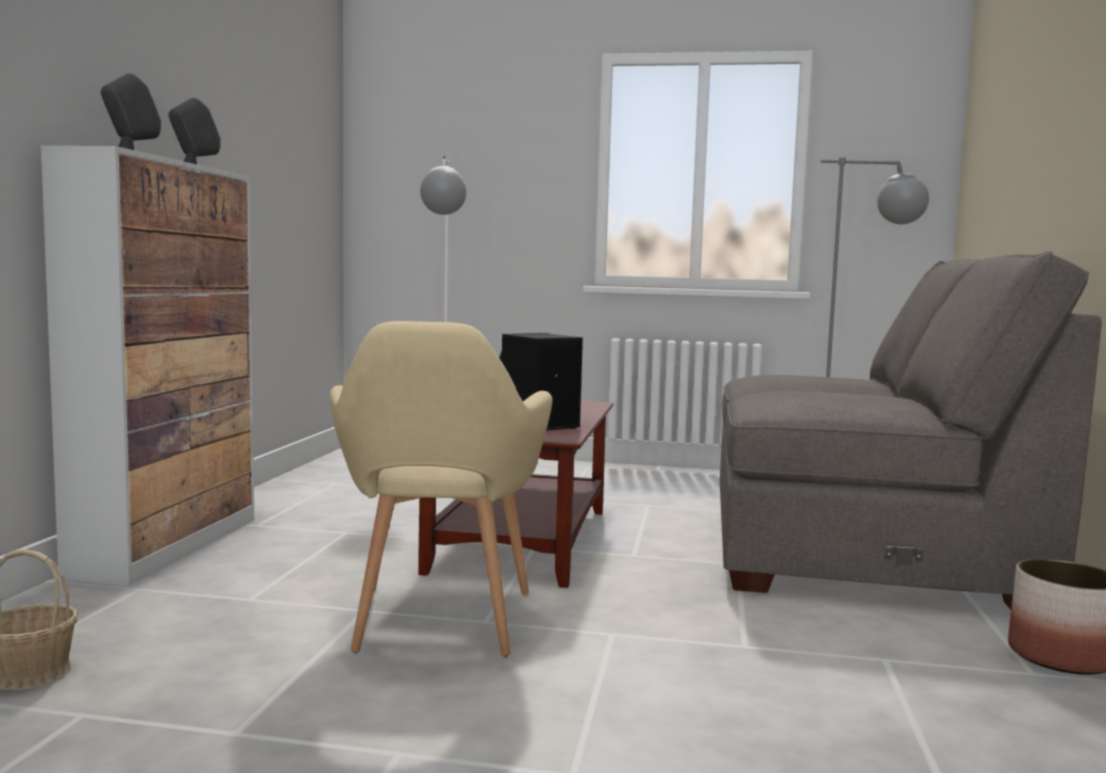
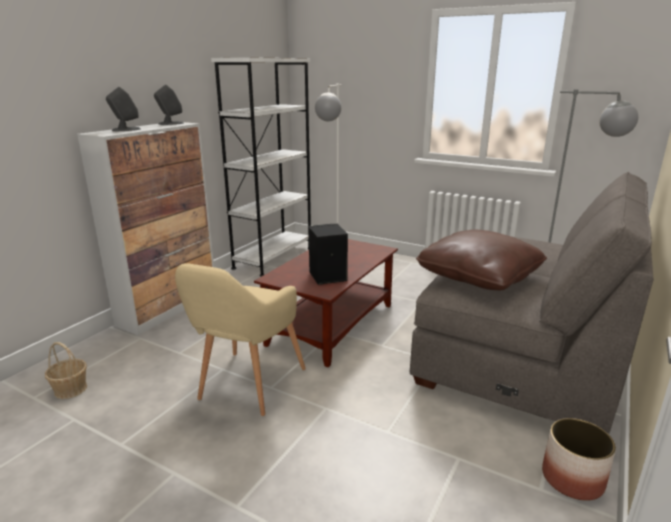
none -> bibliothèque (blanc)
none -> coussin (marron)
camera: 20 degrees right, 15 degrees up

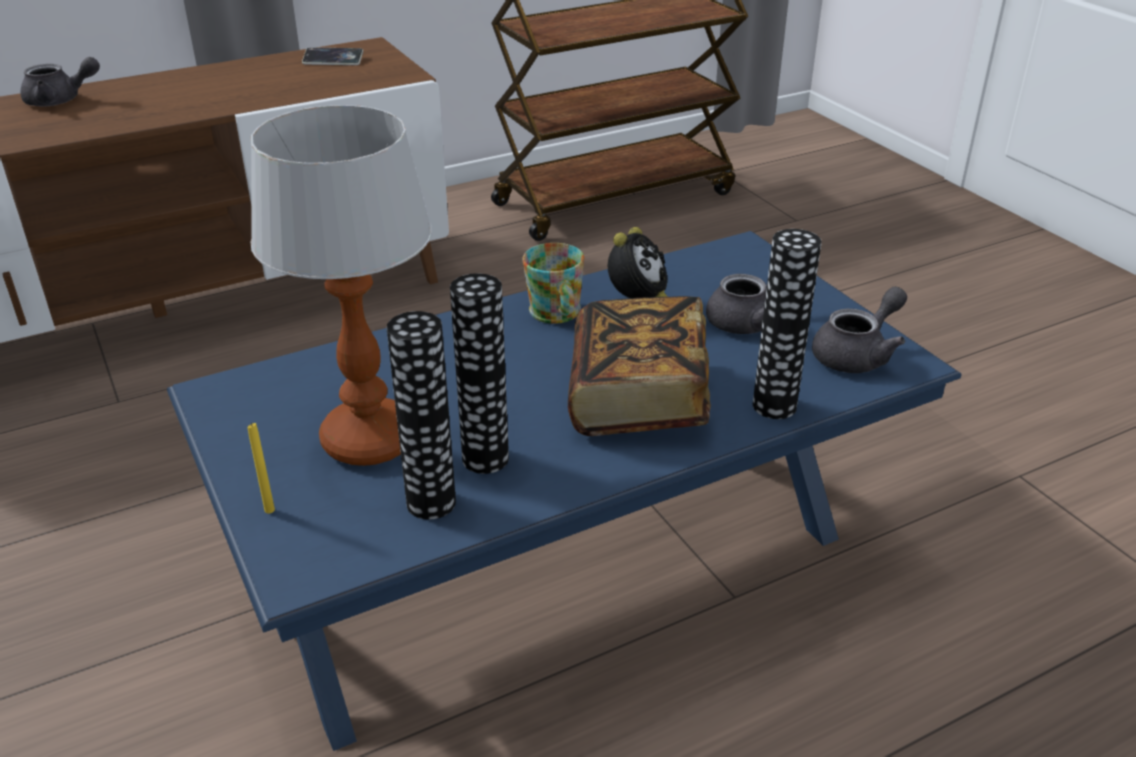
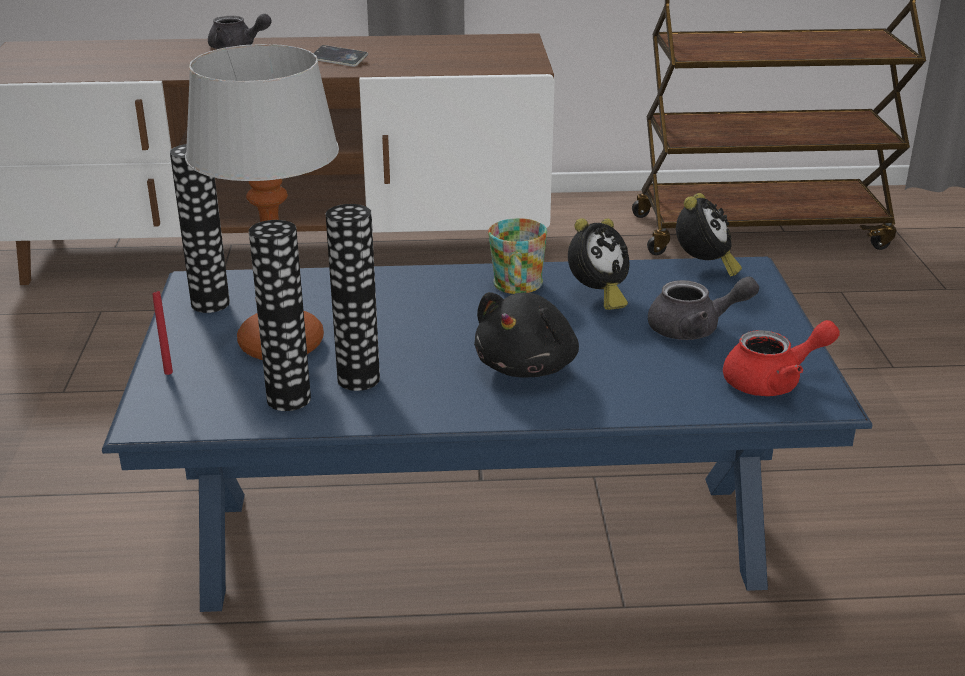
téléphone, shifted
vase (no. 3 from left in the first image) -> vase (no. 1 from left), shifted
théière (gris) (no. 3 from left) -> théière (rouge)
livre -> peluche (noir)
bougie (jaune) -> bougie (rouge)
none -> réveil (no. 2 from left)
camera: 25 degrees right, 5 degrees down

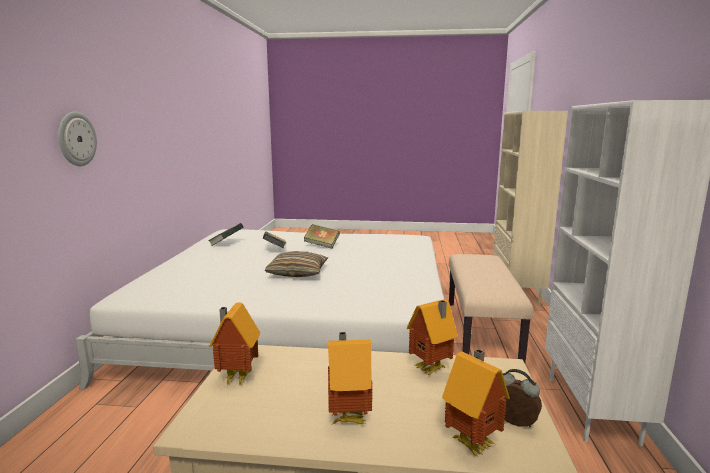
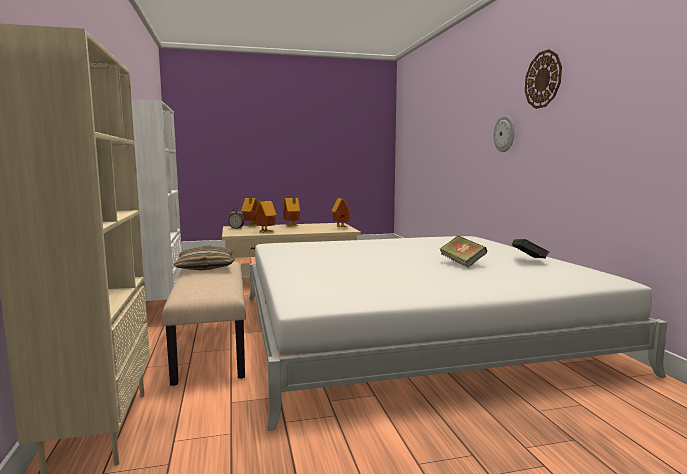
livre (no. 3 from left) -> none
coussin, shifted
none -> horloge murale (no. 2 from left)
camera: 160 degrees right, 5 degrees down

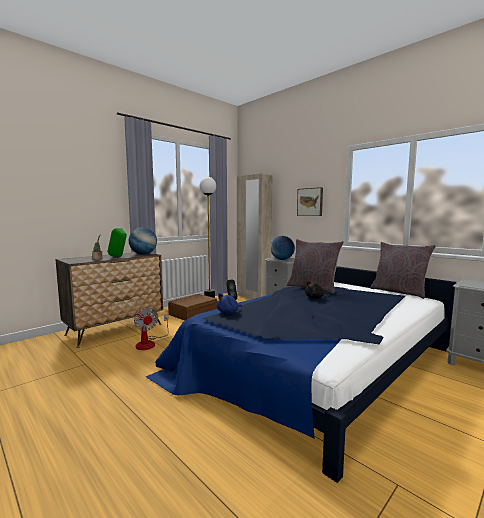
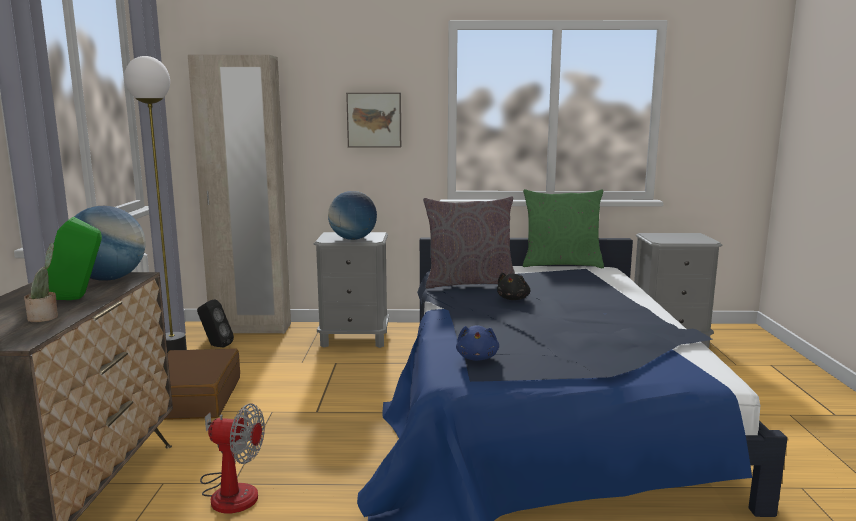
coussin (gris) (no. 2 from left) -> coussin (vert)
camera: 45 degrees left, 5 degrees up

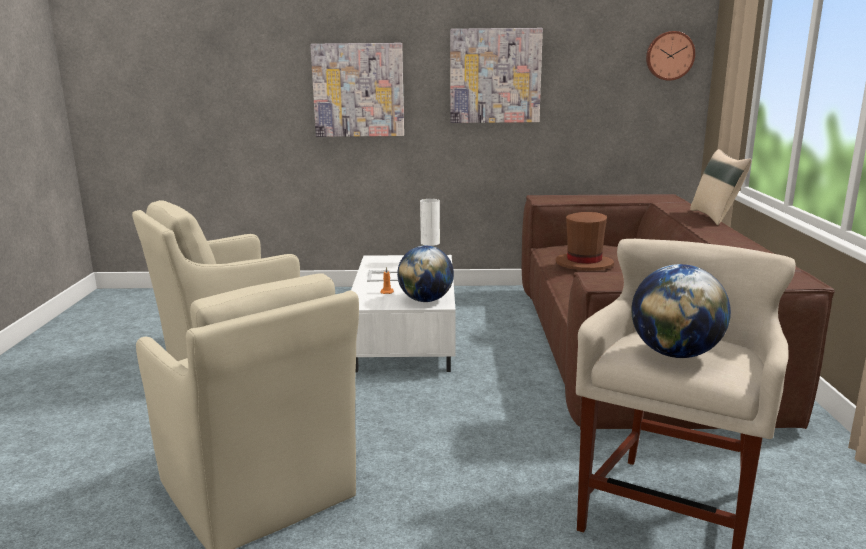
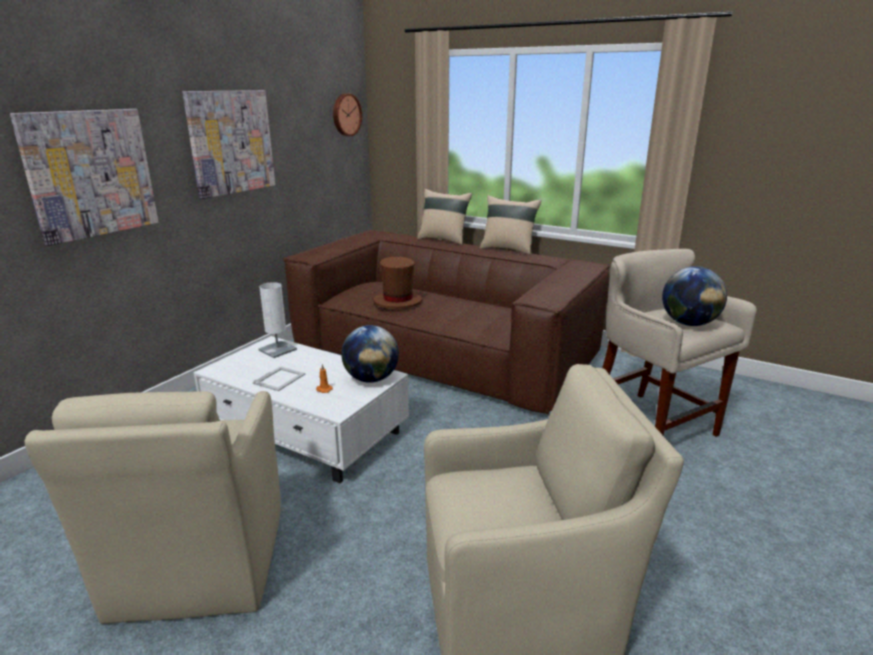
none -> coussin (beige) (no. 2 from left)
camera: 60 degrees left, 5 degrees up

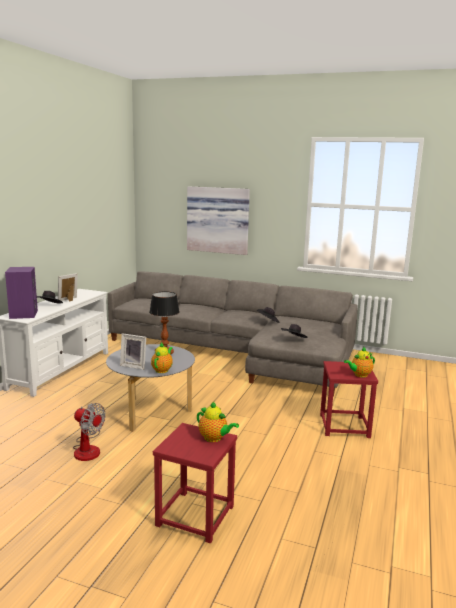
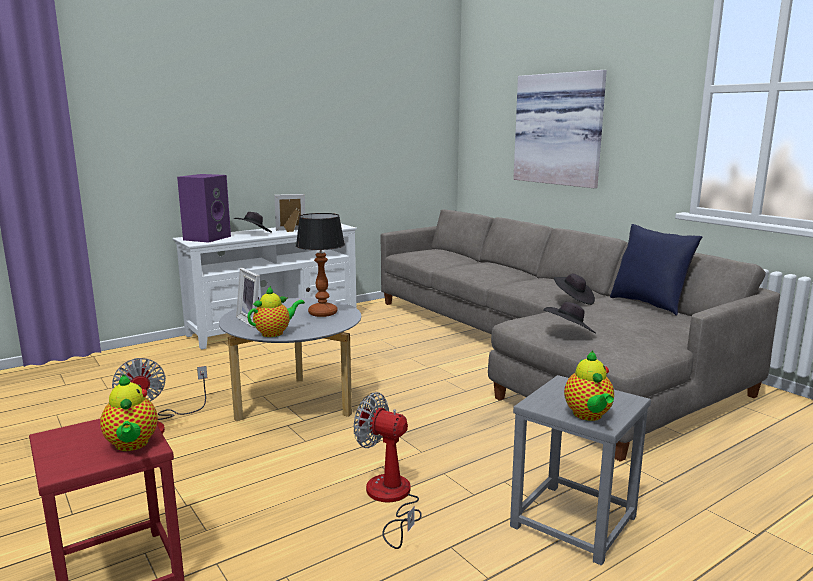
théière (no. 3 from left), 105 degrees counterclockwise
tabouret (rouge) (no. 2 from left) -> tabouret (gris)
none -> coussin (bleu)
none -> ventilateur (no. 2 from left)
camera: 35 degrees right, 0 degrees up

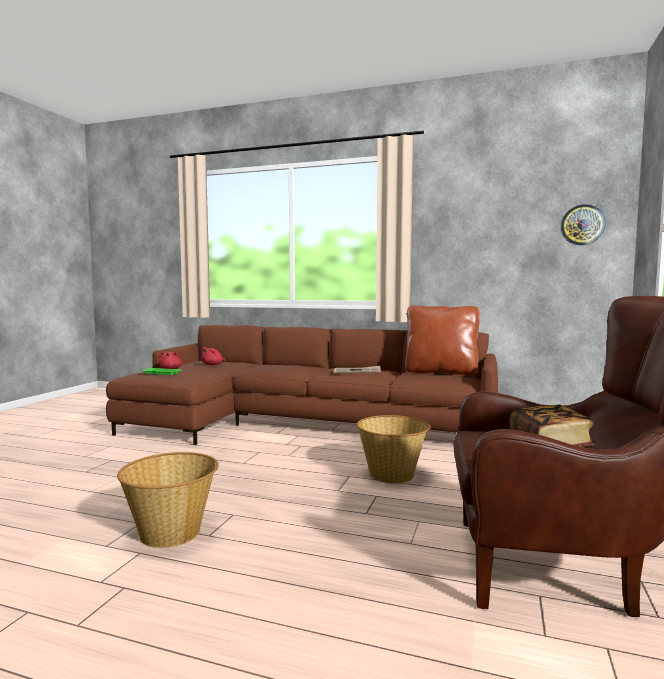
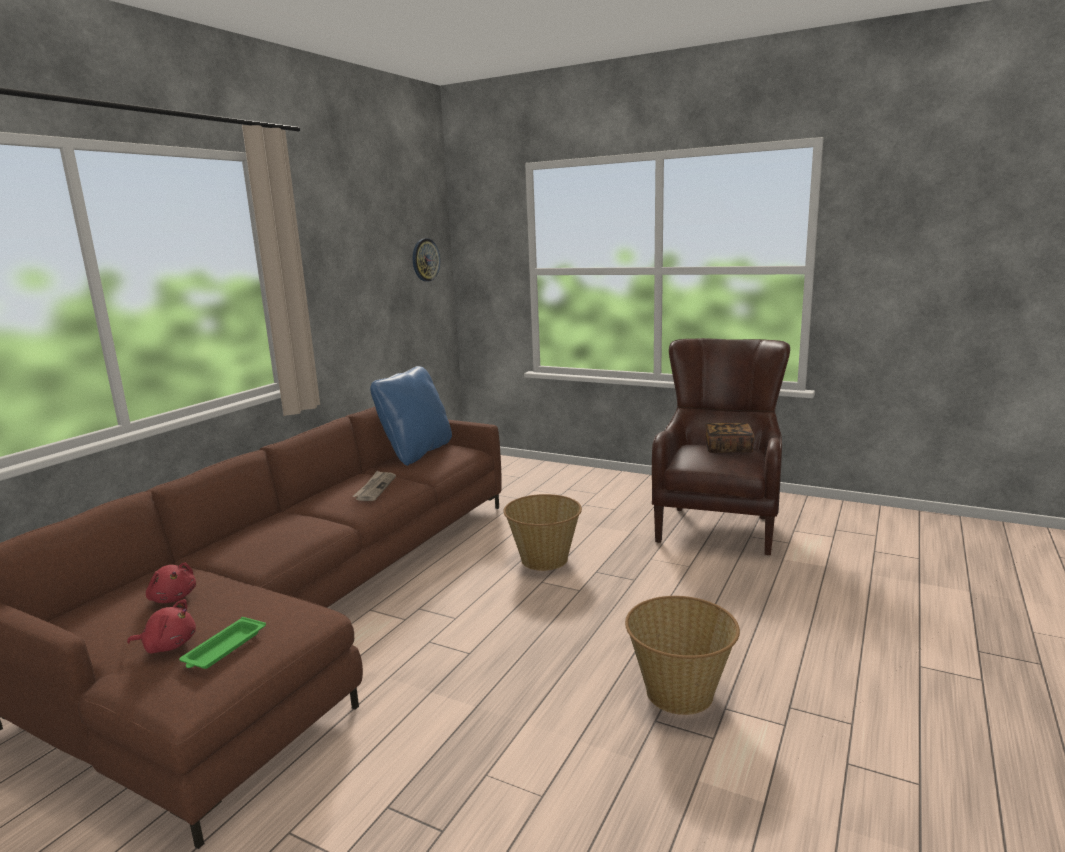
coussin (marron) -> coussin (bleu)
camera: 80 degrees left, 10 degrees up

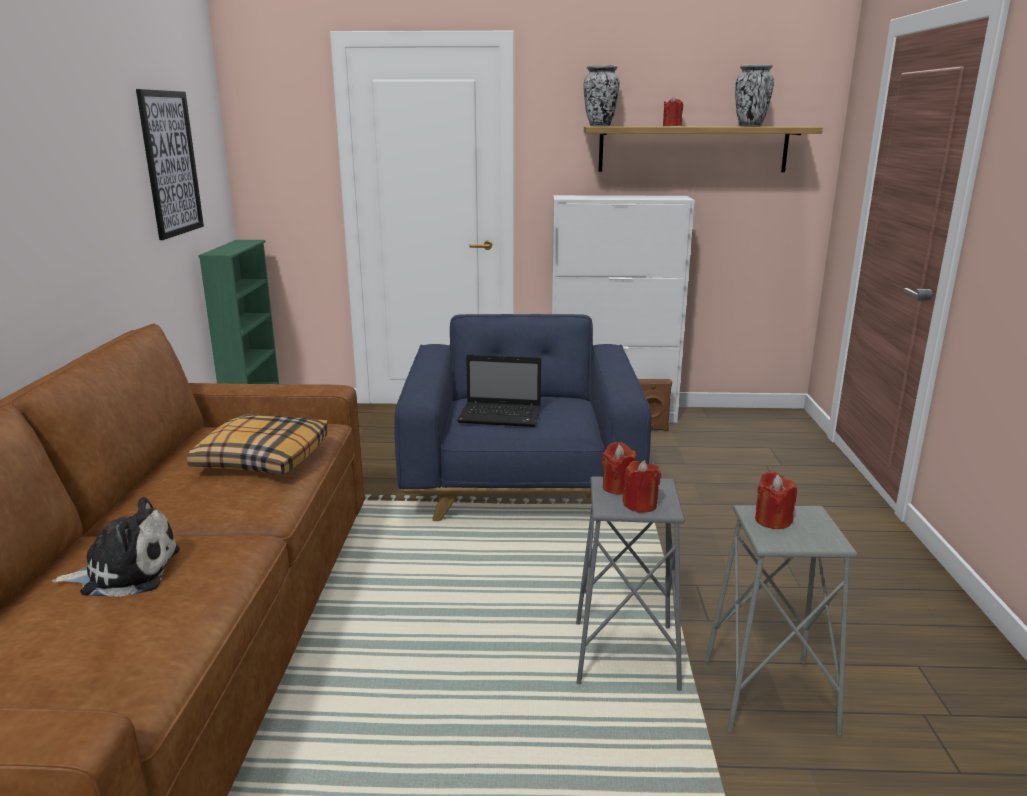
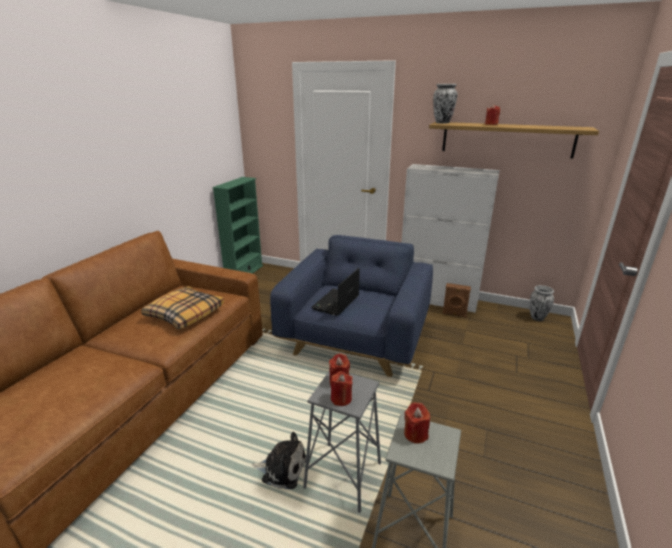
vase (no. 2 from left), shifted
tableau -> none
ordinateur portable, 90 degrees clockwise
peluche, shifted
camera: 20 degrees right, 5 degrees up

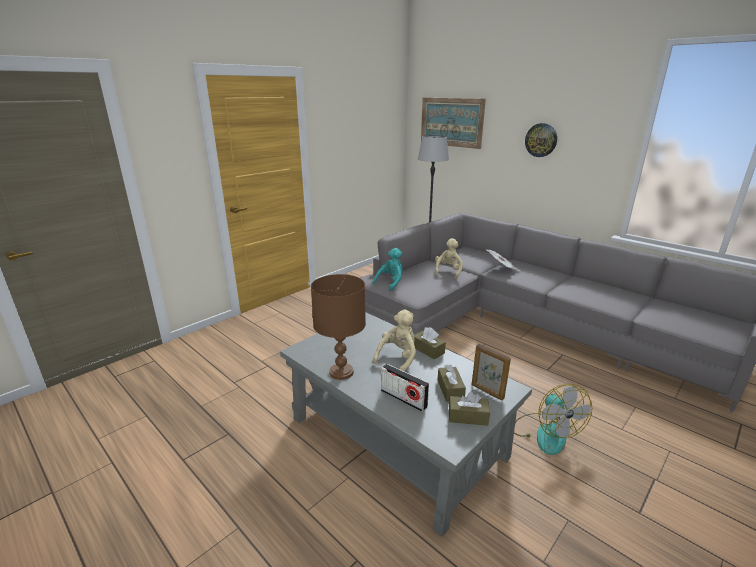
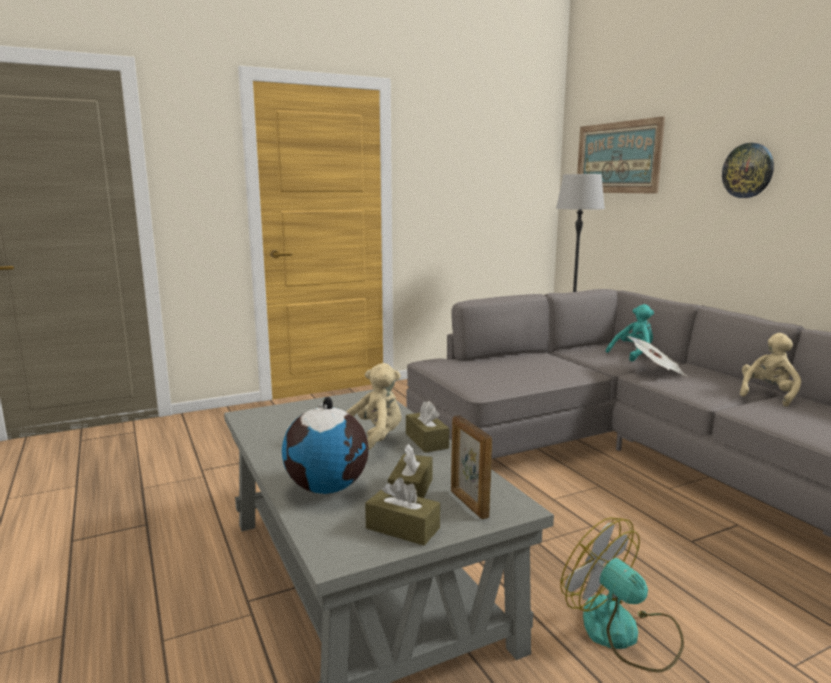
peluche (beige) (no. 2 from left), shifted
peluche (turquoise), shifted
lampe de table (marron) -> none
radio -> globe
ventilateur, 135 degrees clockwise
camera: 20 degrees right, 10 degrees down

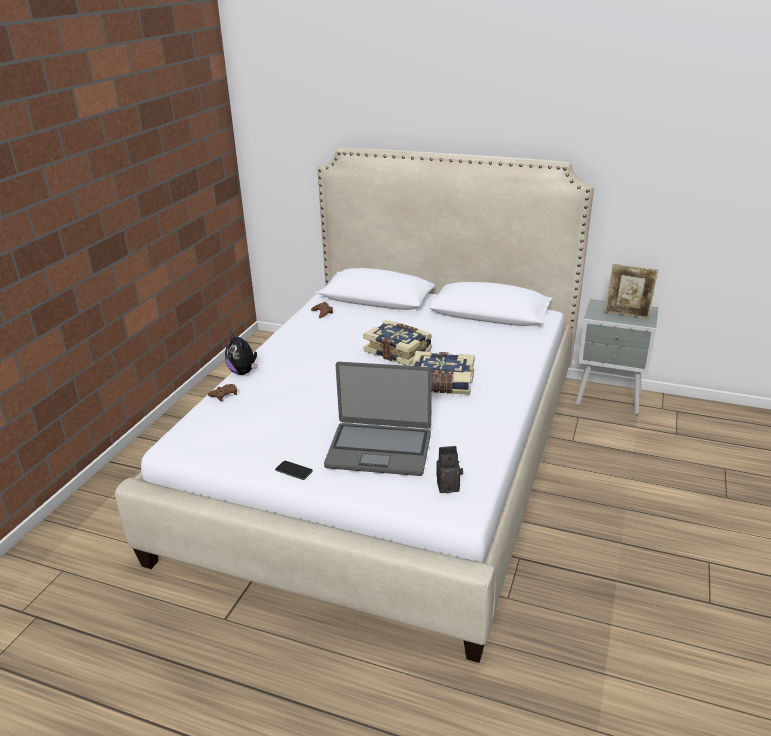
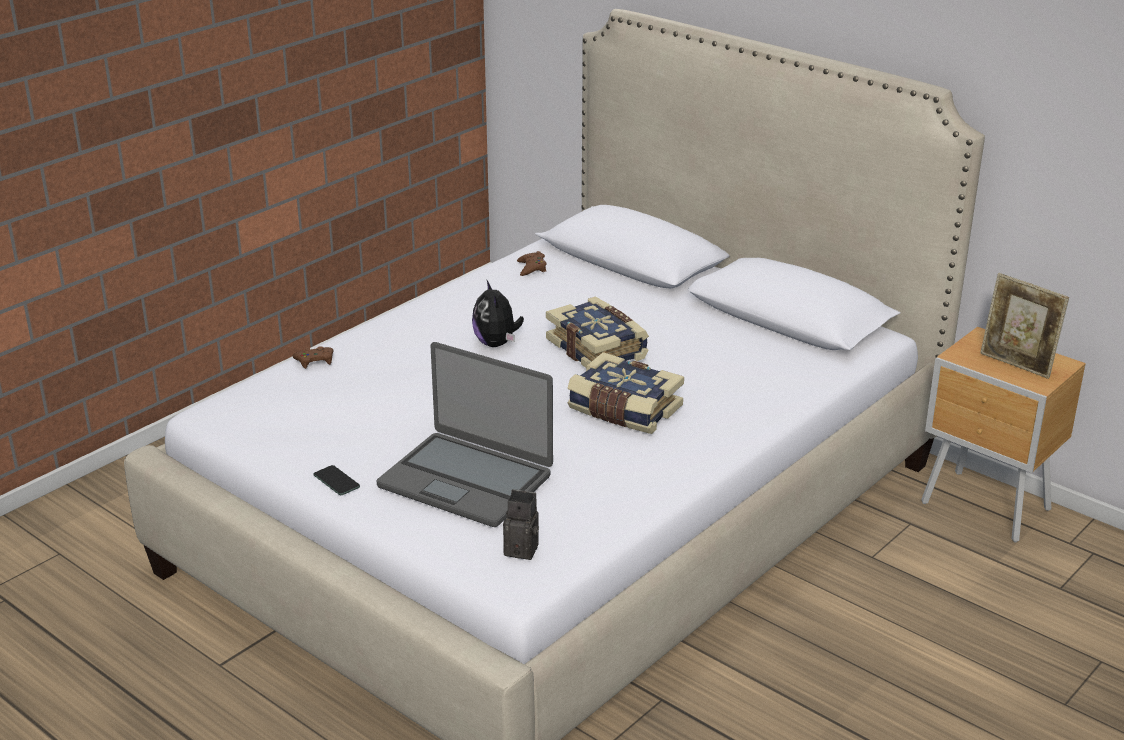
table de chevet (gris) -> table de chevet (marron)
peluche, shifted
camera: 20 degrees right, 0 degrees up

